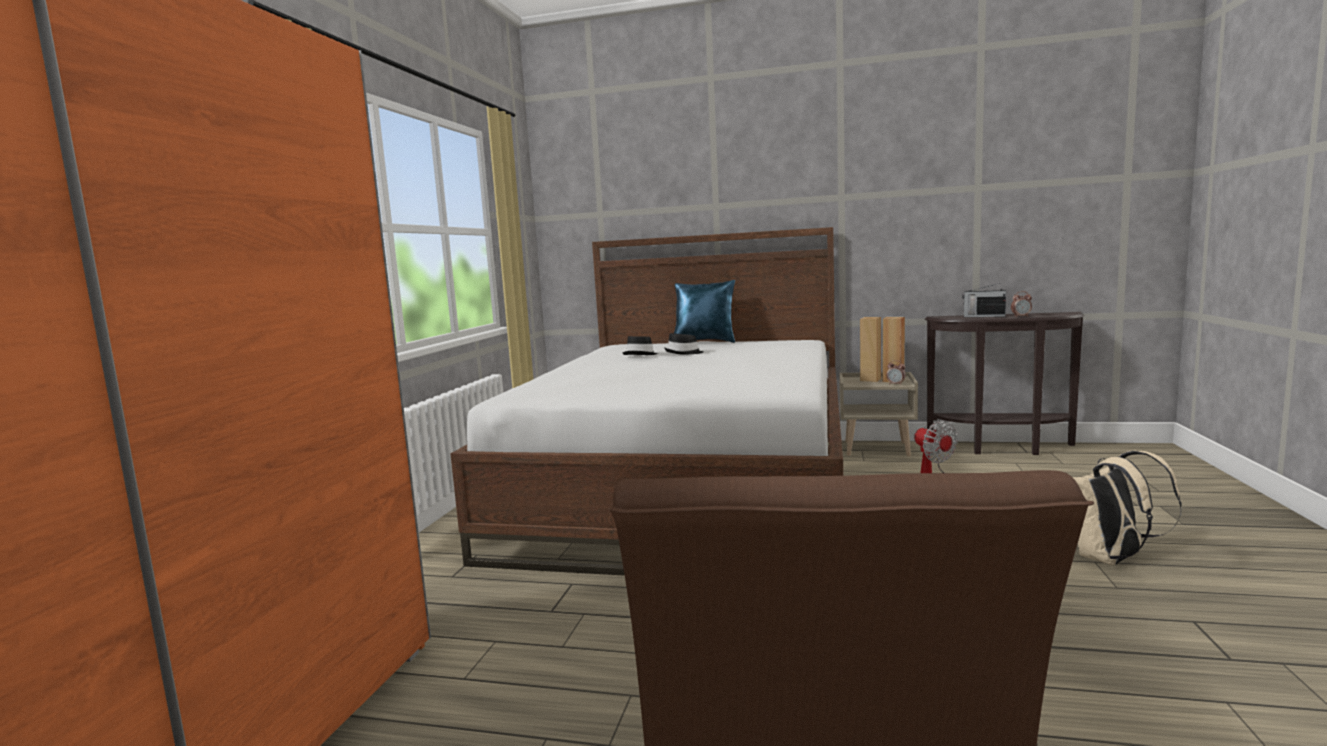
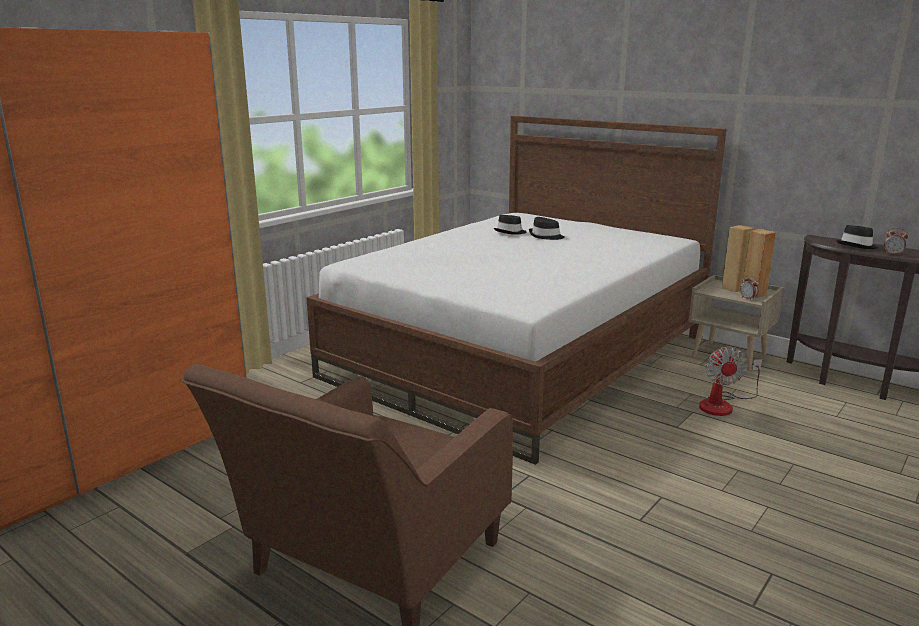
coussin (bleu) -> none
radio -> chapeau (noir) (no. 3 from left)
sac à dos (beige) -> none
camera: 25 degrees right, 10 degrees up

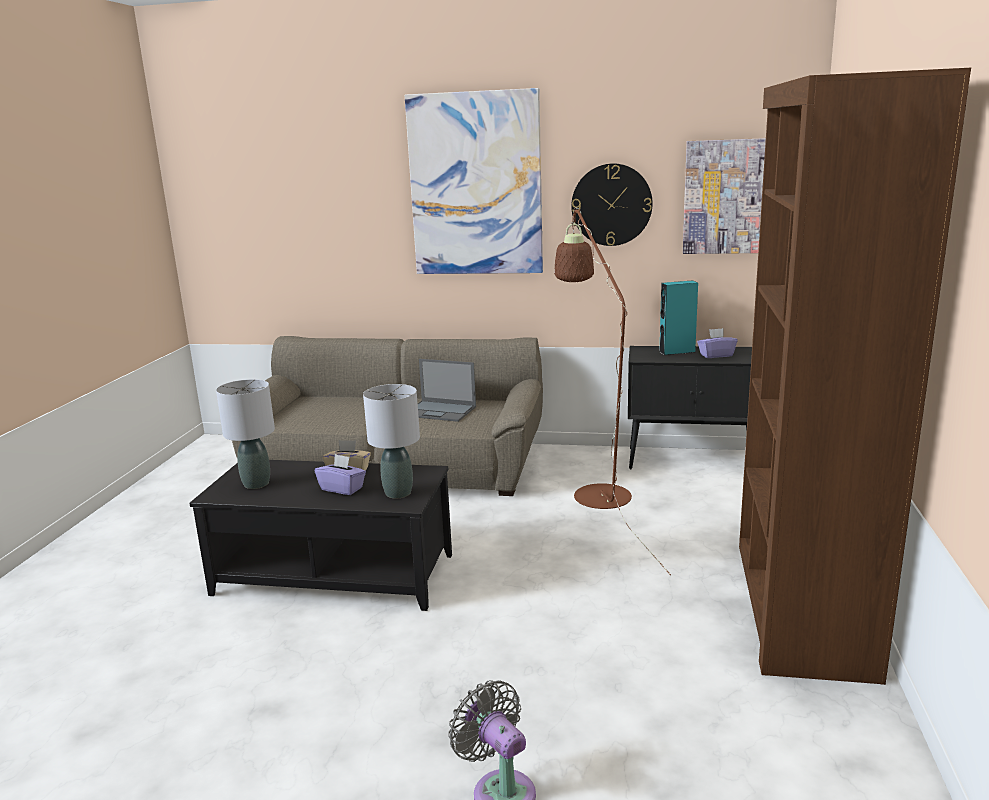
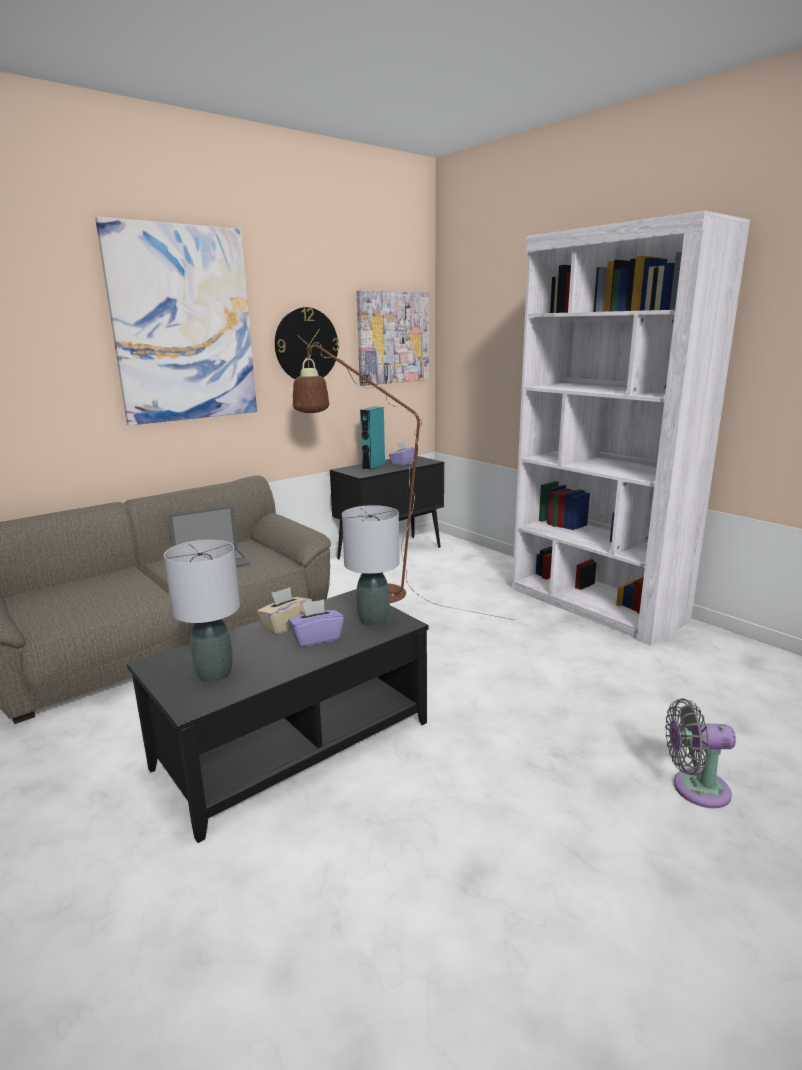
bibliothèque (marron) -> bibliothèque (blanc)
camera: 50 degrees left, 0 degrees up

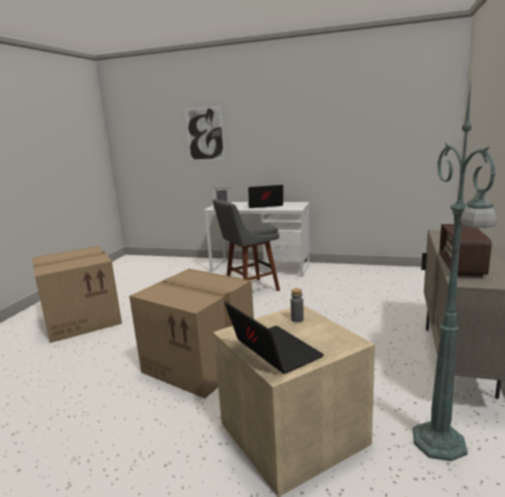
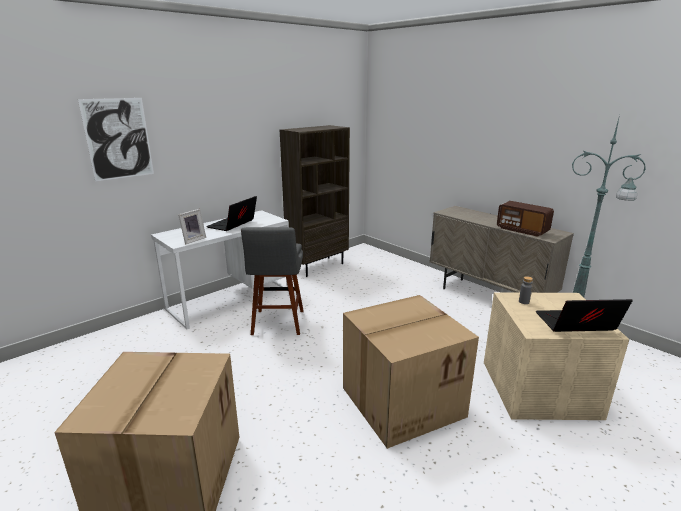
none -> bibliothèque (marron)
camera: 60 degrees left, 5 degrees up

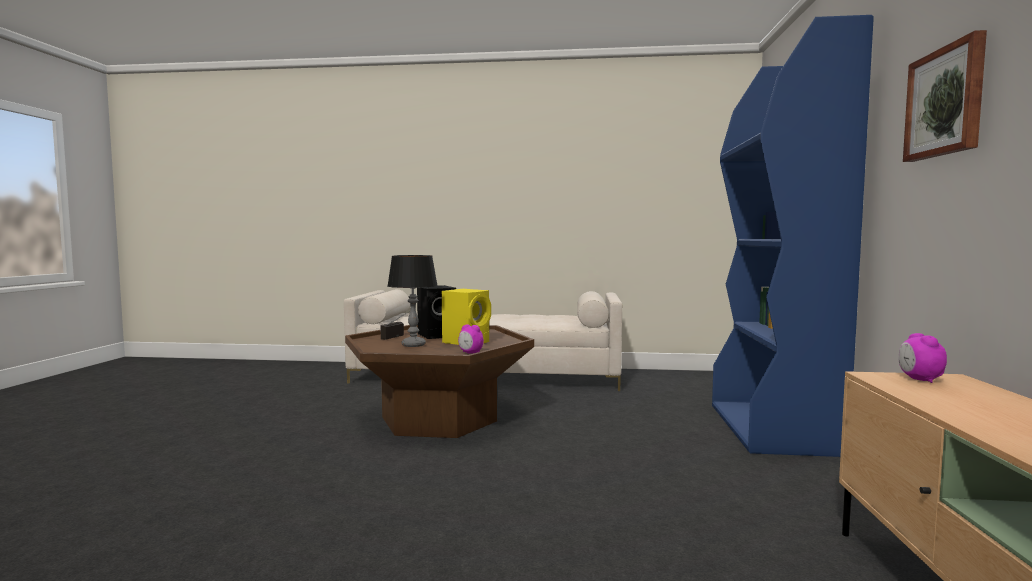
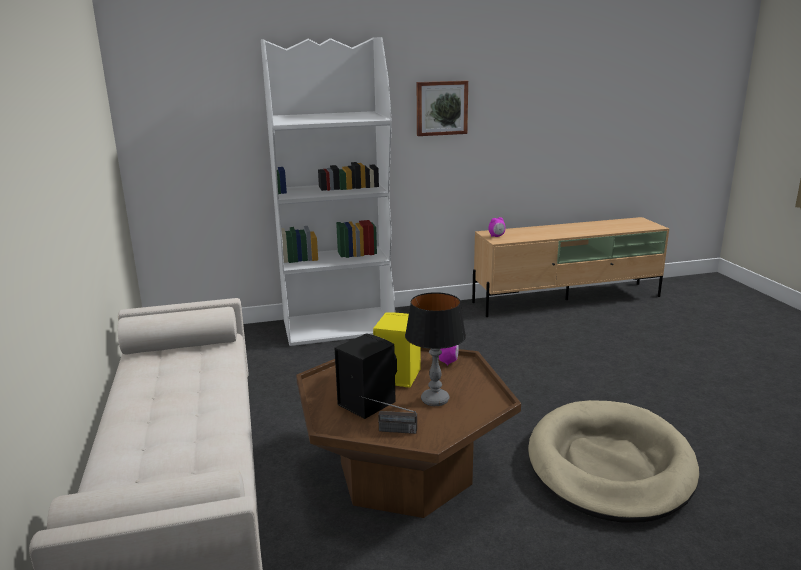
bibliothèque (bleu) -> bibliothèque (blanc)
none -> panier pour chien (beige)
camera: 110 degrees left, 15 degrees up

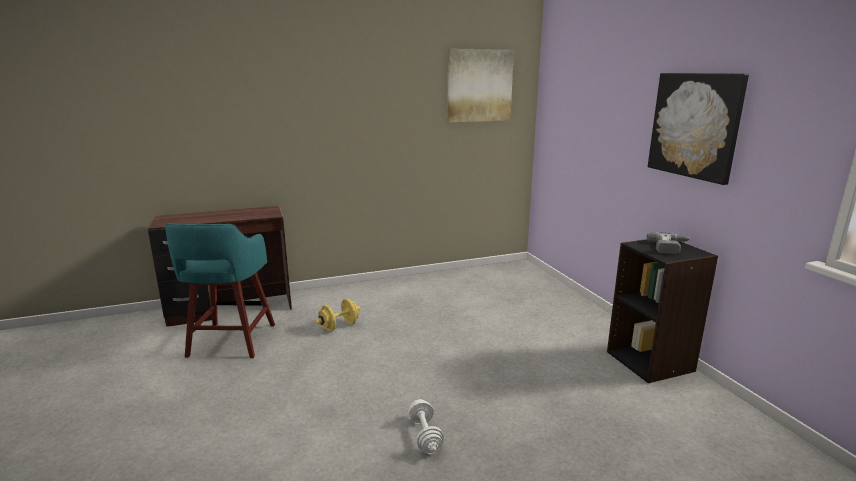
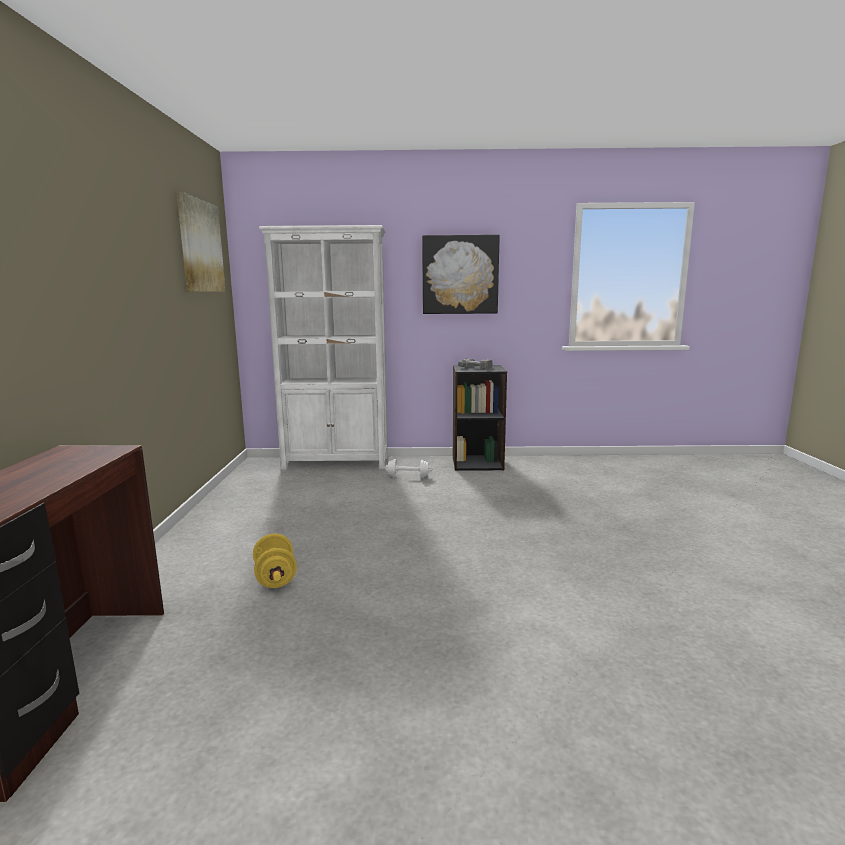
tabouret (turquoise) -> none
haltère (blanc), shifted
none -> bibliothèque (blanc)
camera: 70 degrees left, 5 degrees down

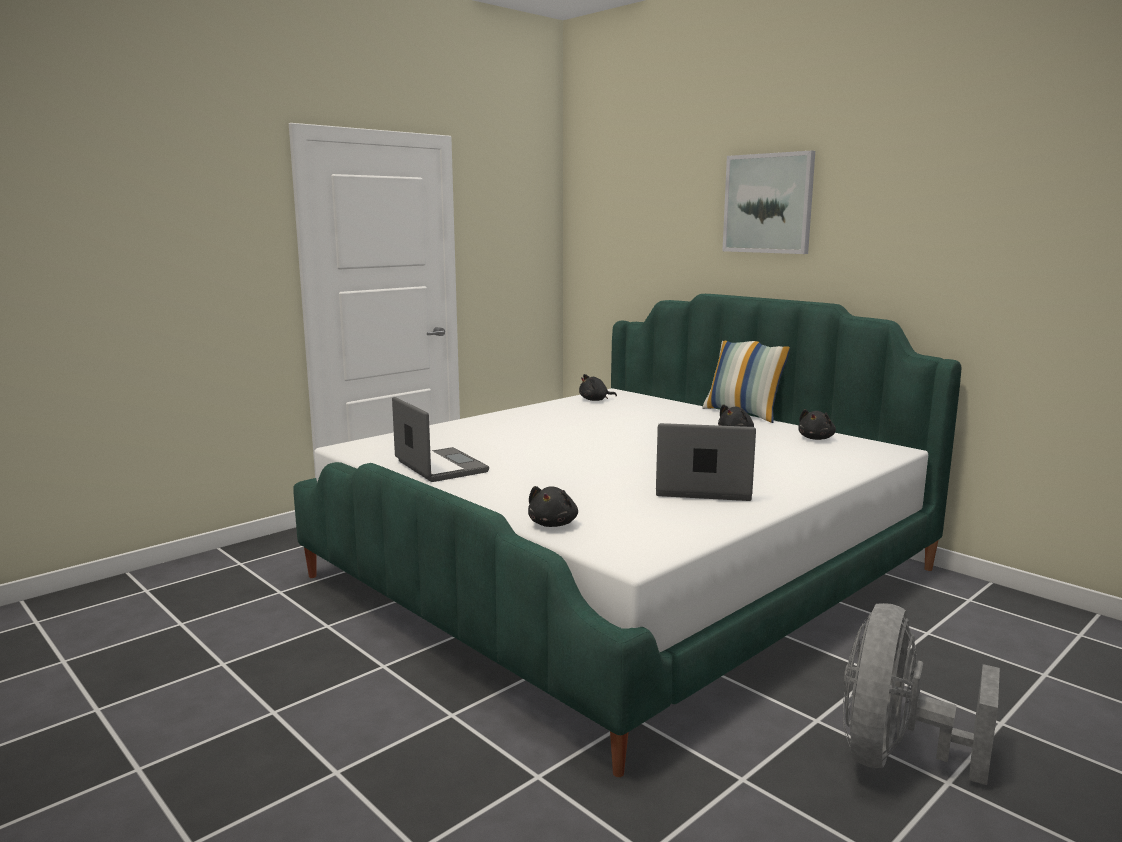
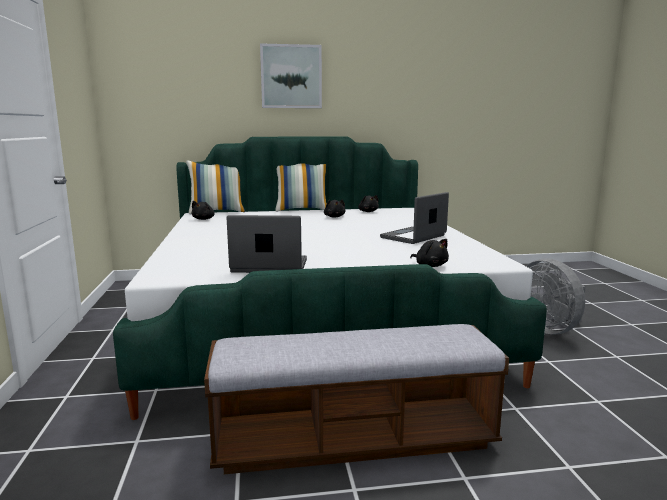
none -> coussin (no. 1 from left)
none -> banc
camera: 55 degrees left, 0 degrees up

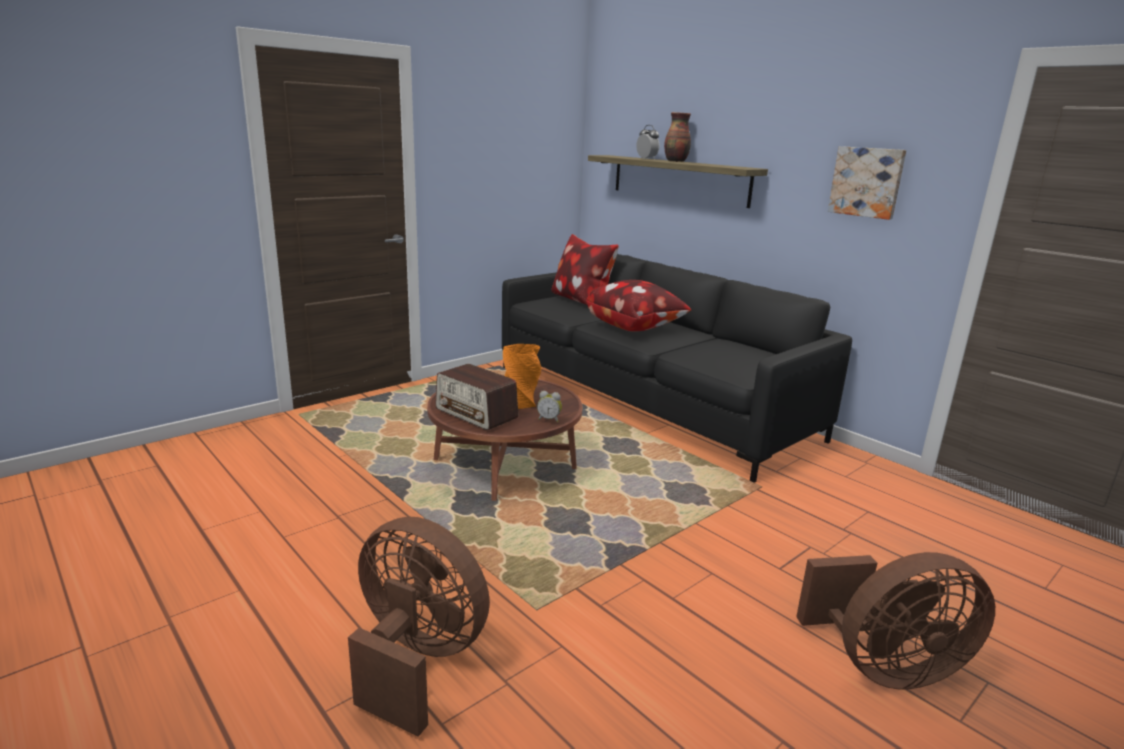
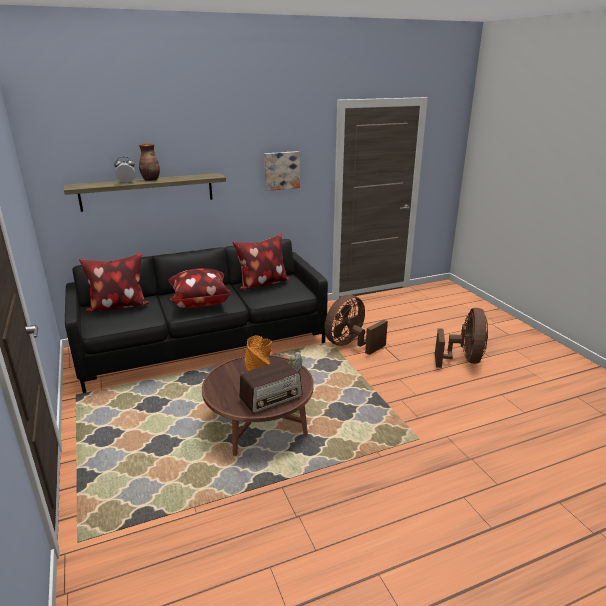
ventilateur (marron) (no. 1 from left), shifted
none -> coussin (no. 3 from left)
camera: 70 degrees left, 5 degrees up

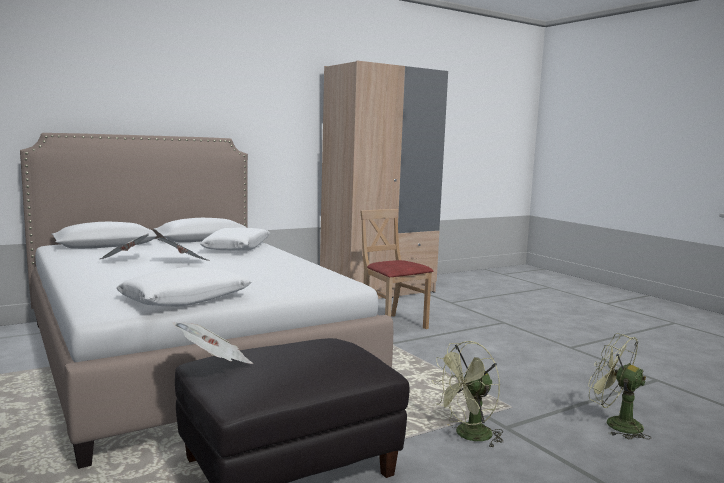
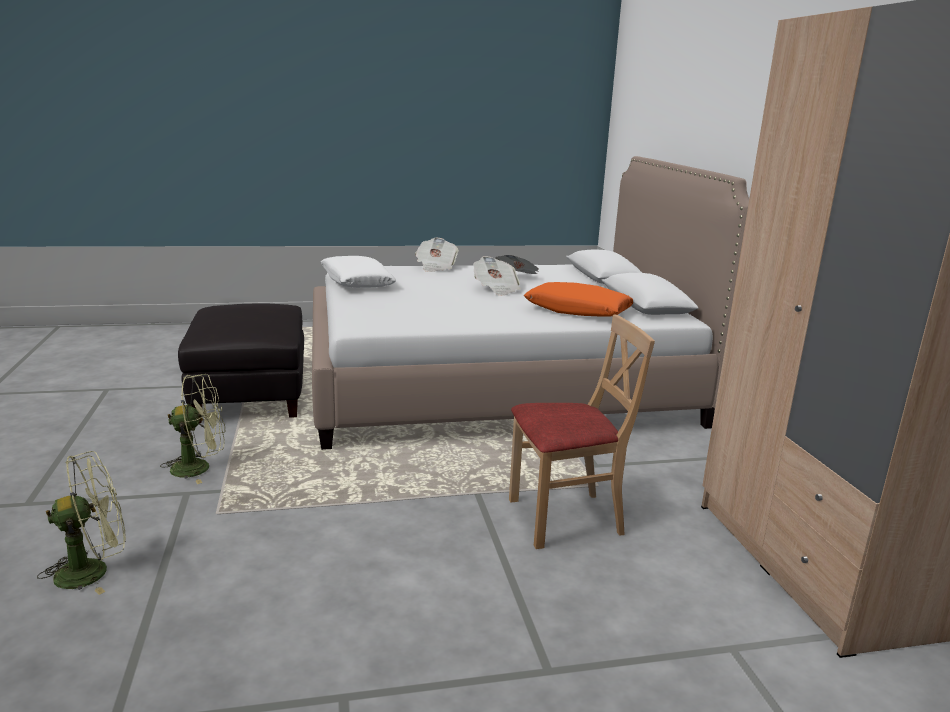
coussin (blanc) (no. 2 from left) -> coussin (orange)
journal (no. 3 from left in the first image) -> journal (no. 1 from left), shifted
ventilateur (vert) (no. 1 from left in the first image) -> ventilateur (vert) (no. 2 from left), 90 degrees clockwise
camera: 110 degrees right, 10 degrees up

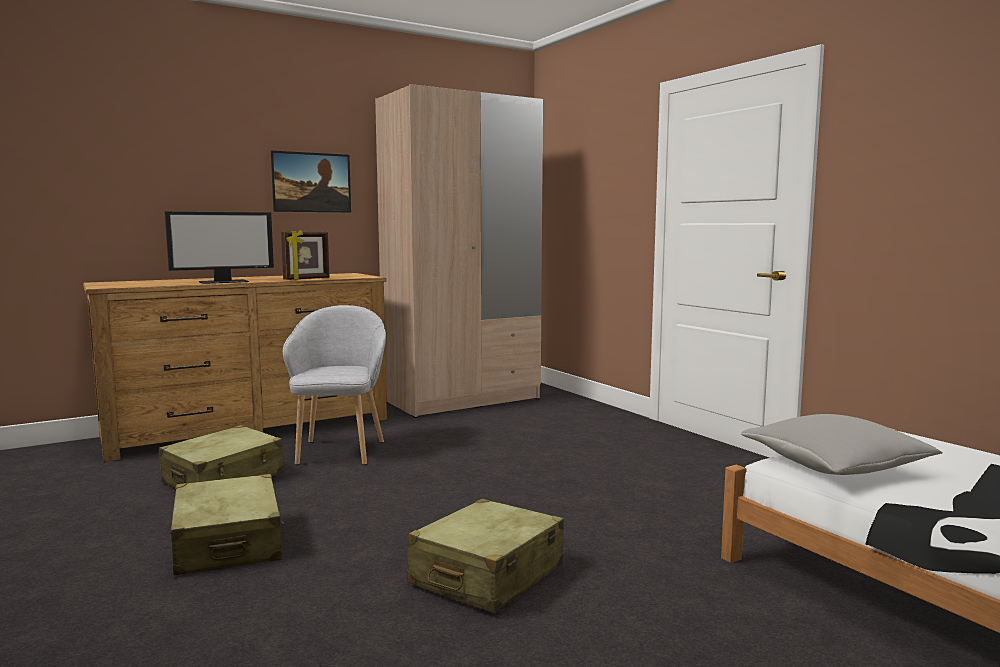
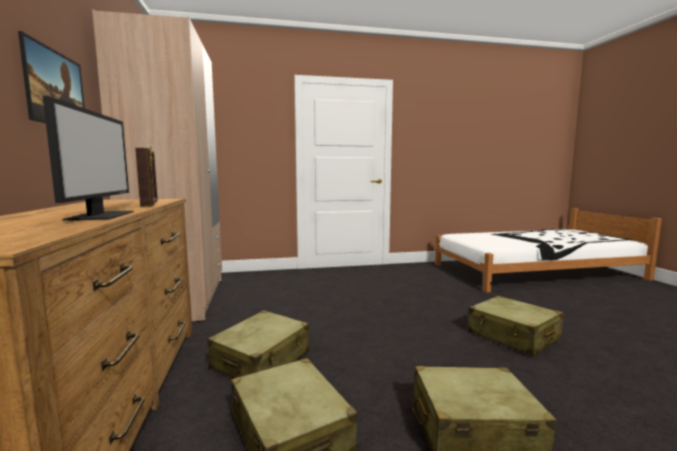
fauteuil (gris) -> valise (beige) (no. 1 from left)
coussin (gris) -> none
camera: 70 degrees left, 0 degrees up

